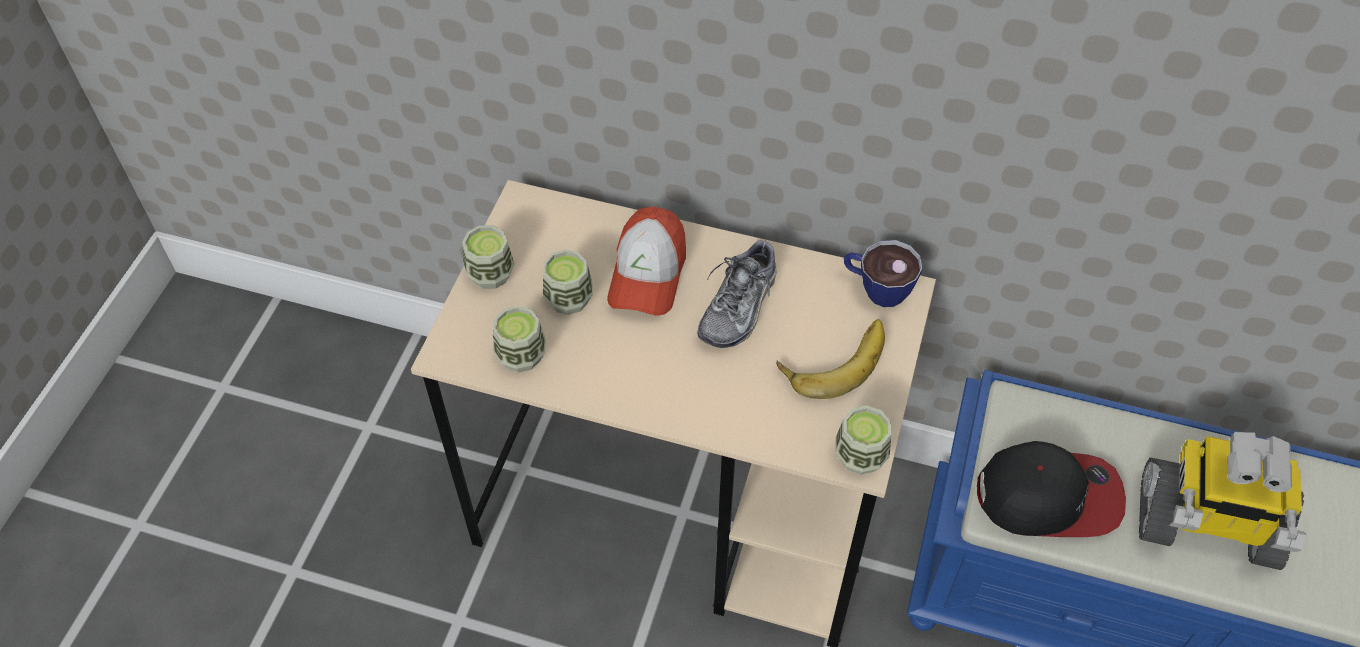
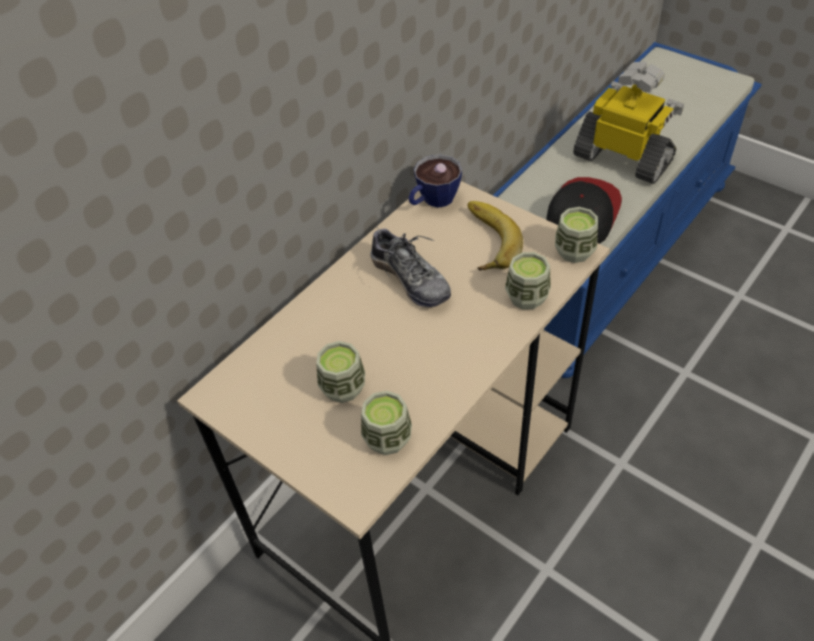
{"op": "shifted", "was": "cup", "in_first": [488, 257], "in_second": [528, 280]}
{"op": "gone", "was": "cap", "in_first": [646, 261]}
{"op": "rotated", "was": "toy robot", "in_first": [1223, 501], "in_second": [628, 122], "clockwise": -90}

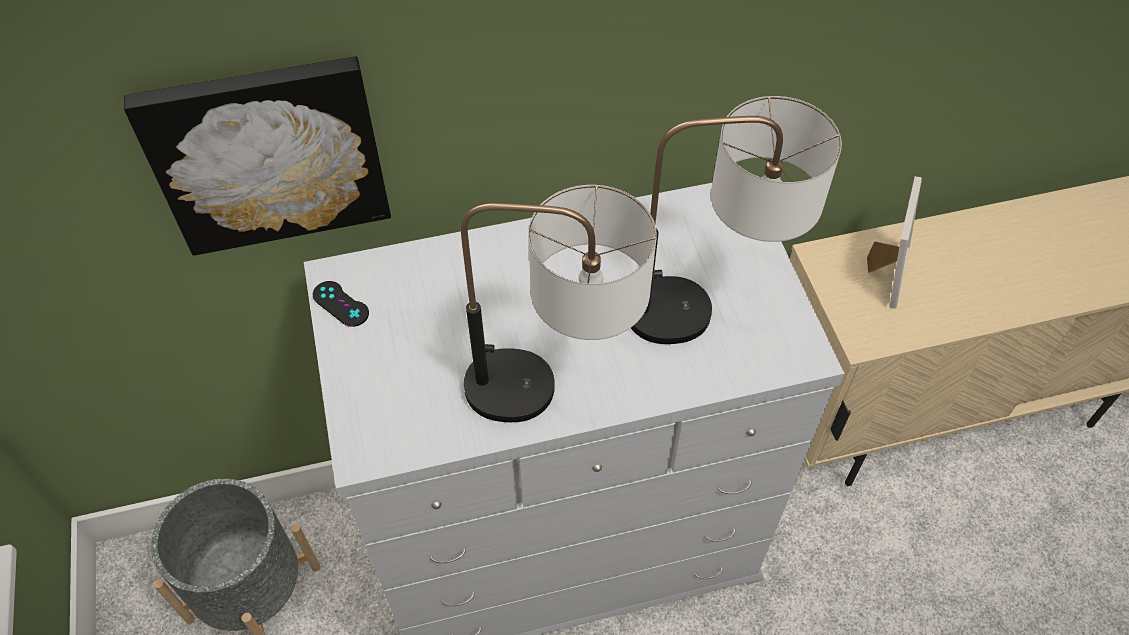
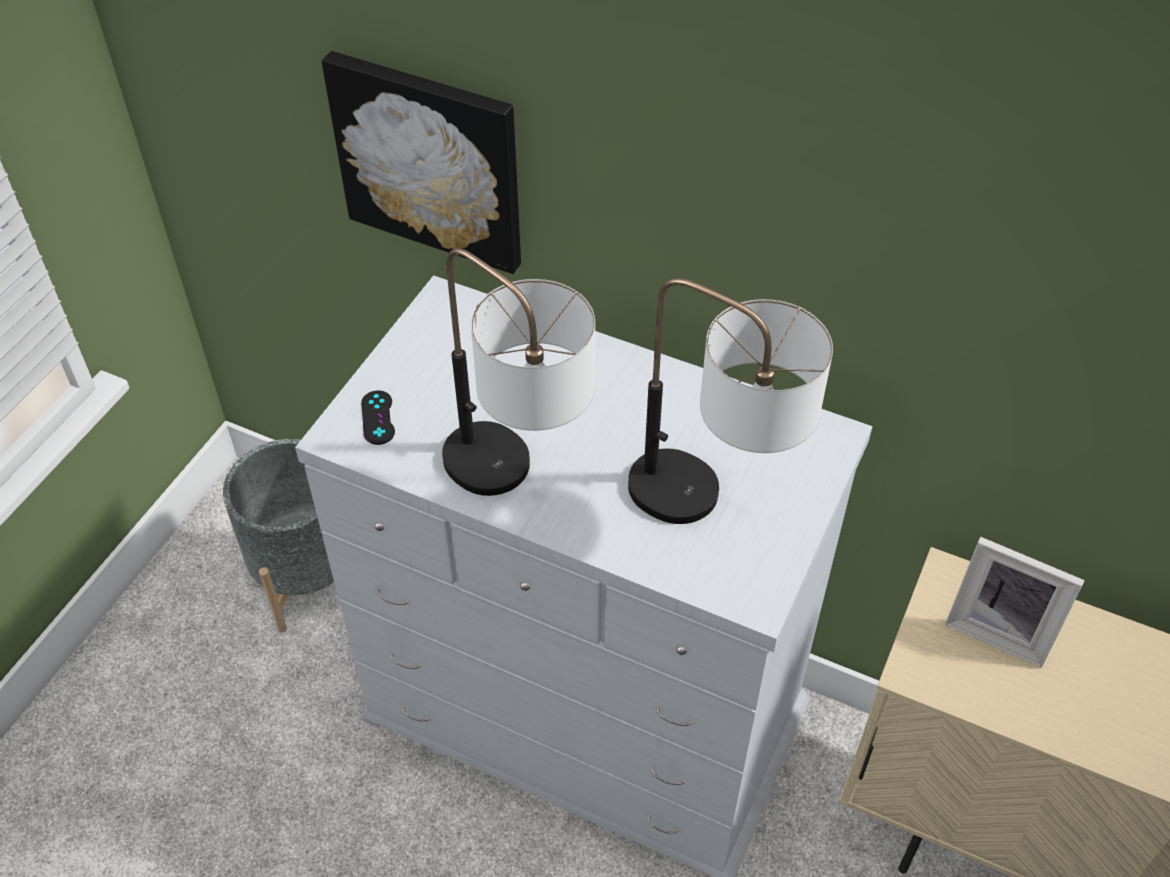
{"op": "shifted", "was": "black game controller", "in_first": [341, 304], "in_second": [378, 417]}
{"op": "rotated", "was": "picture frame", "in_first": [894, 242], "in_second": [1015, 602], "clockwise": 60}

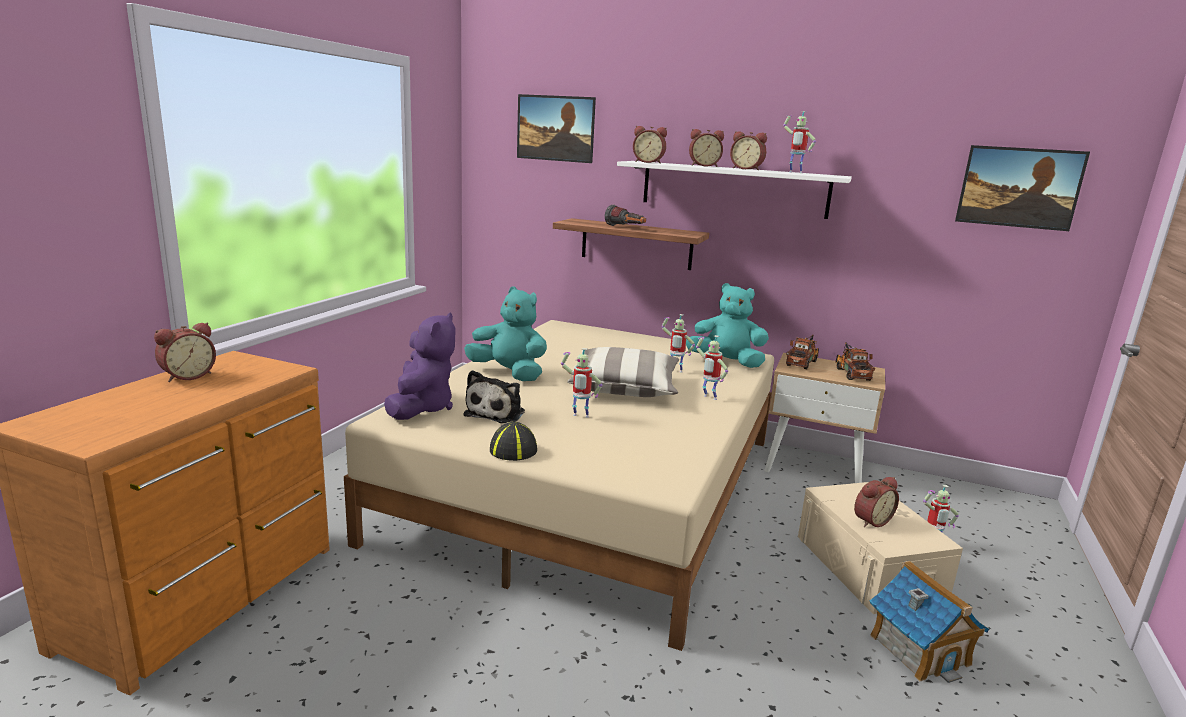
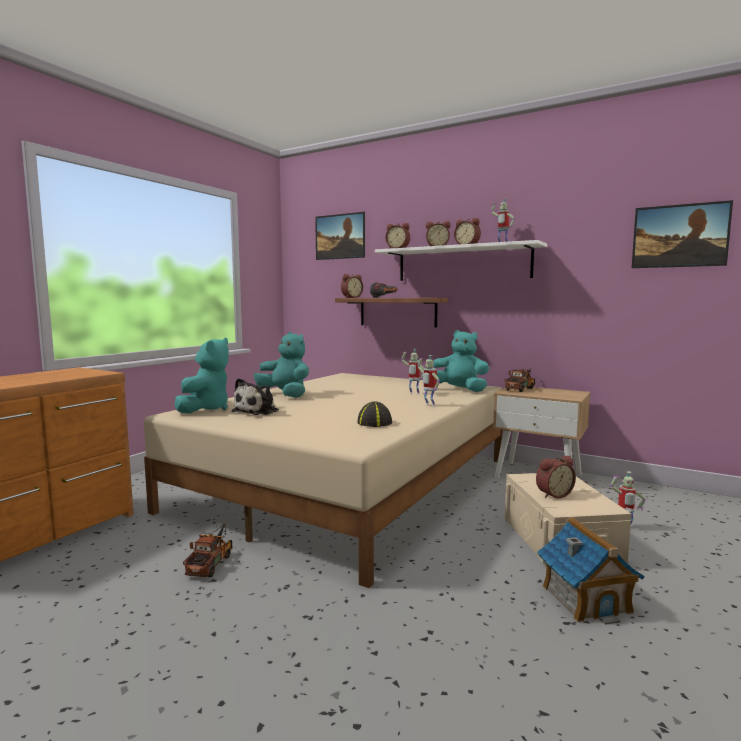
{"op": "shifted", "was": "alarm clock", "in_first": [185, 352], "in_second": [352, 286]}
{"op": "repainted", "was": "purple plush toy", "now": "turquoise plush toy", "in_first": [420, 366], "in_second": [202, 375]}
{"op": "shifted", "was": "cap", "in_first": [513, 441], "in_second": [374, 414]}
{"op": "gone", "was": "toy robot", "in_first": [581, 383]}
{"op": "gone", "was": "pillow", "in_first": [623, 372]}
{"op": "shifted", "was": "toy truck", "in_first": [855, 361], "in_second": [208, 549]}

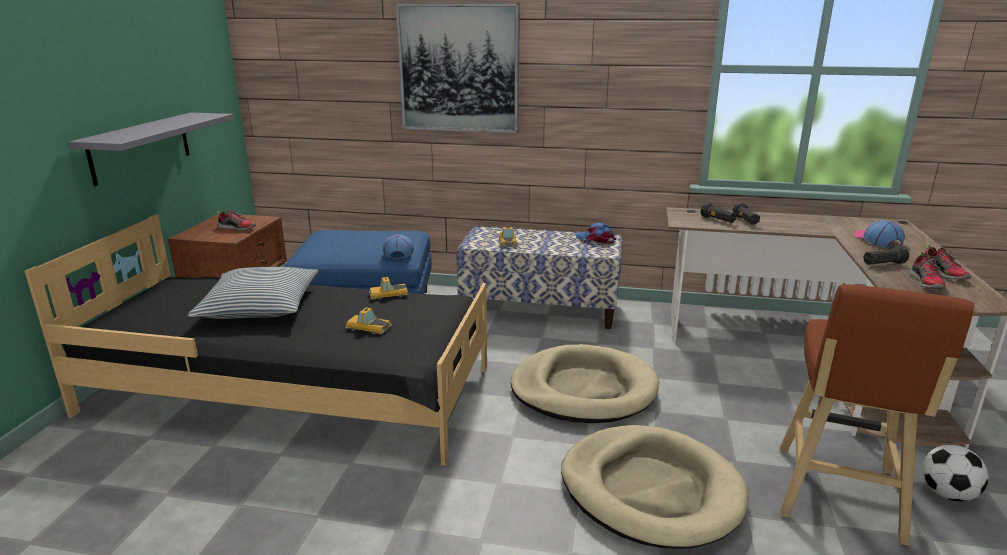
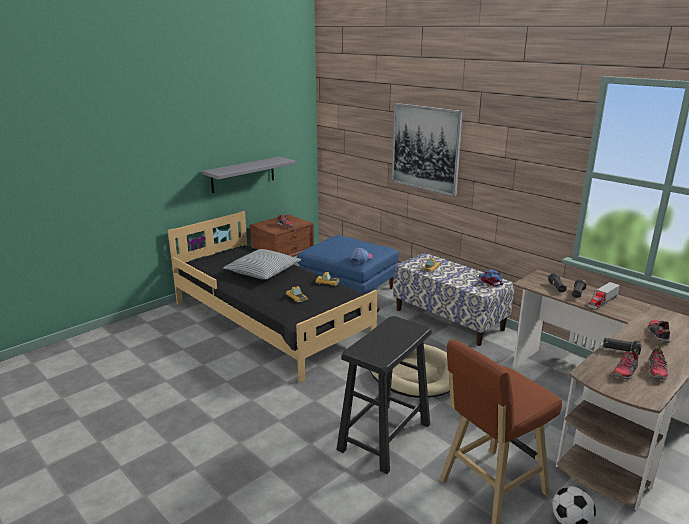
{"op": "swapped", "was": "beige dog bed", "now": "black stool", "in_first": [654, 487], "in_second": [384, 395]}
{"op": "swapped", "was": "cap", "now": "shoe", "in_first": [879, 234], "in_second": [658, 331]}
{"op": "new", "now": "toy truck", "in_second": [604, 295]}

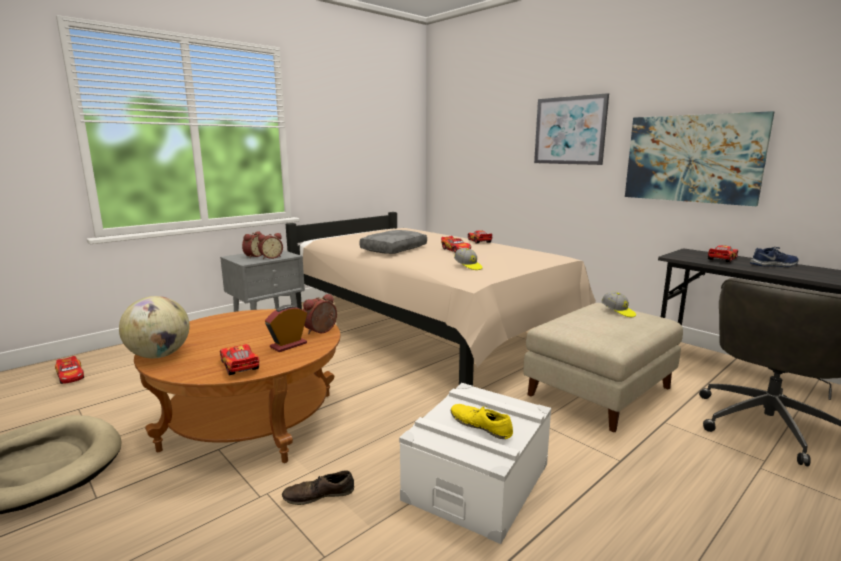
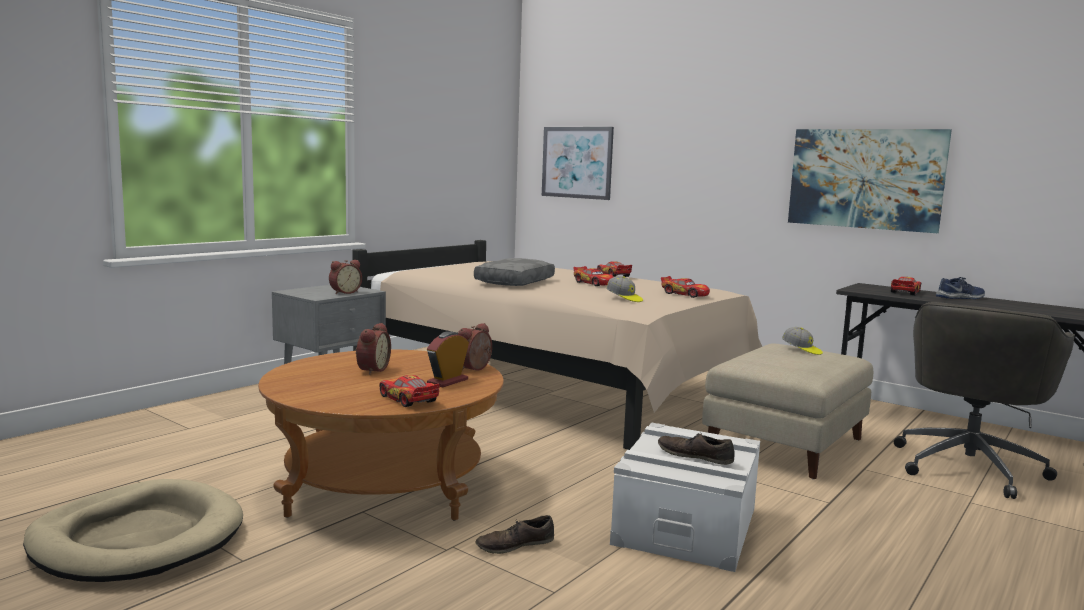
{"op": "shifted", "was": "toy car", "in_first": [69, 370], "in_second": [685, 287]}
{"op": "gone", "was": "globe", "in_first": [154, 327]}
{"op": "shifted", "was": "alarm clock", "in_first": [252, 244], "in_second": [373, 349]}
{"op": "repainted", "was": "yellow shoe", "now": "brown shoe", "in_first": [482, 421], "in_second": [696, 449]}
{"op": "shifted", "was": "picture", "in_first": [571, 129], "in_second": [578, 163]}

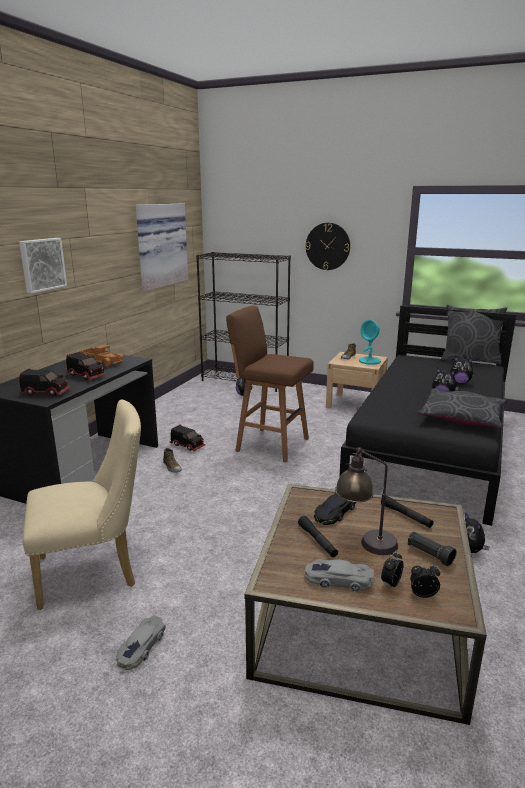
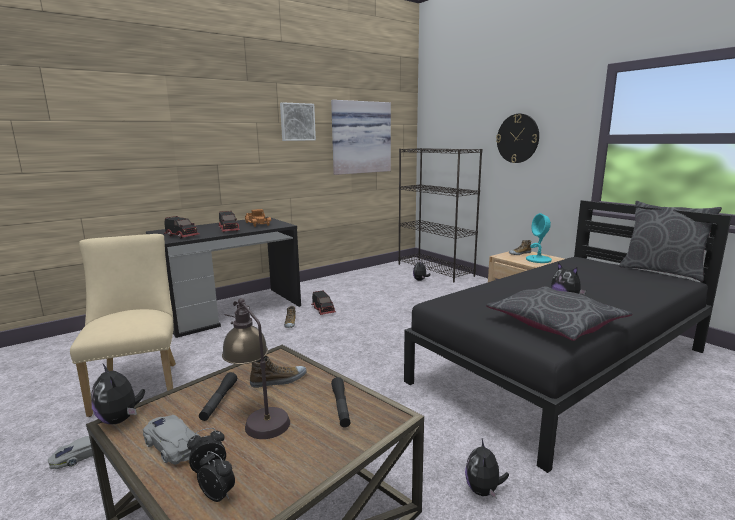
{"op": "shifted", "was": "picture", "in_first": [43, 266], "in_second": [298, 121]}
{"op": "rotated", "was": "beige chair", "in_first": [82, 504], "in_second": [123, 325], "clockwise": -120}
{"op": "gone", "was": "brown stool", "in_first": [269, 384]}
{"op": "swapped", "was": "black toy car", "now": "shoe", "in_first": [335, 508], "in_second": [278, 372]}
{"op": "gone", "was": "black flashlight", "in_first": [432, 548]}
{"op": "shifted", "was": "plush toy", "in_first": [462, 370], "in_second": [118, 394]}

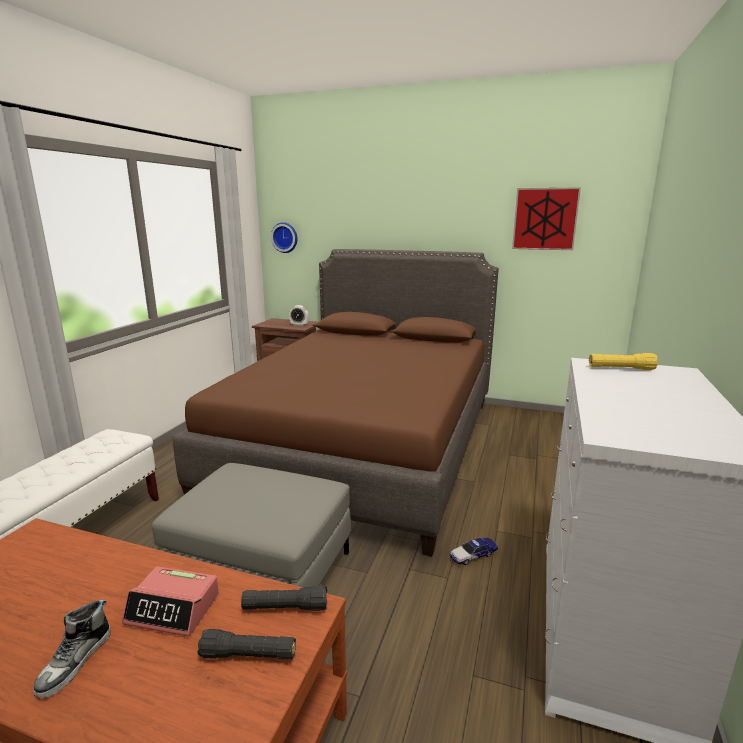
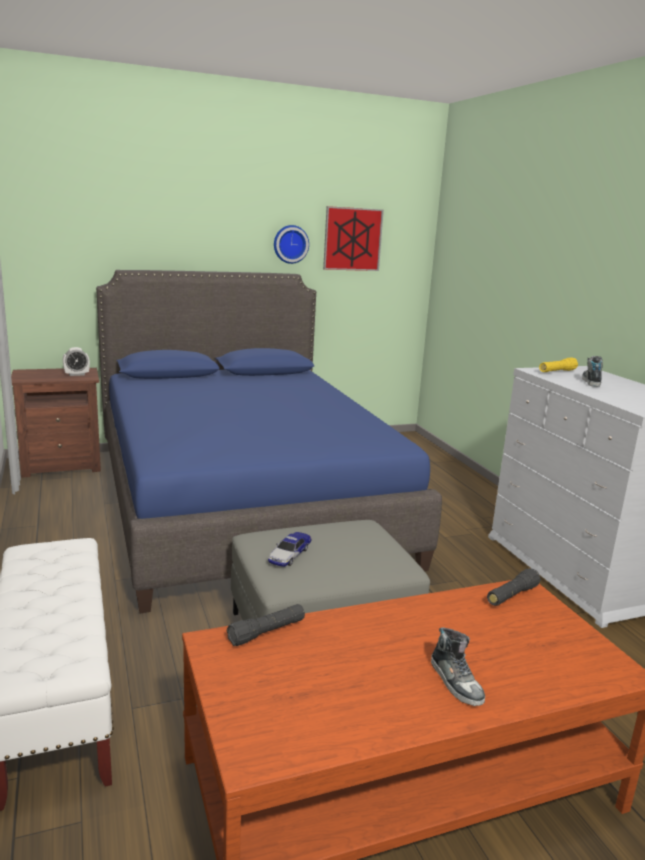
{"op": "gone", "was": "alarm clock", "in_first": [170, 601]}
{"op": "repainted", "was": "brown bed", "now": "blue bed", "in_first": [336, 402], "in_second": [269, 441]}
{"op": "shifted", "was": "black flashlight", "in_first": [247, 644], "in_second": [265, 625]}
{"op": "shifted", "was": "wall clock", "in_first": [284, 237], "in_second": [291, 244]}
{"op": "shifted", "was": "toy car", "in_first": [474, 551], "in_second": [290, 549]}
{"op": "new", "now": "shoe", "in_second": [592, 371]}

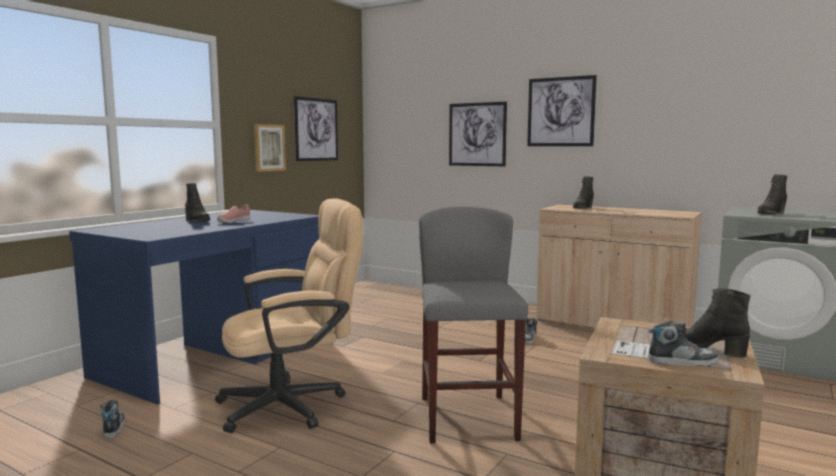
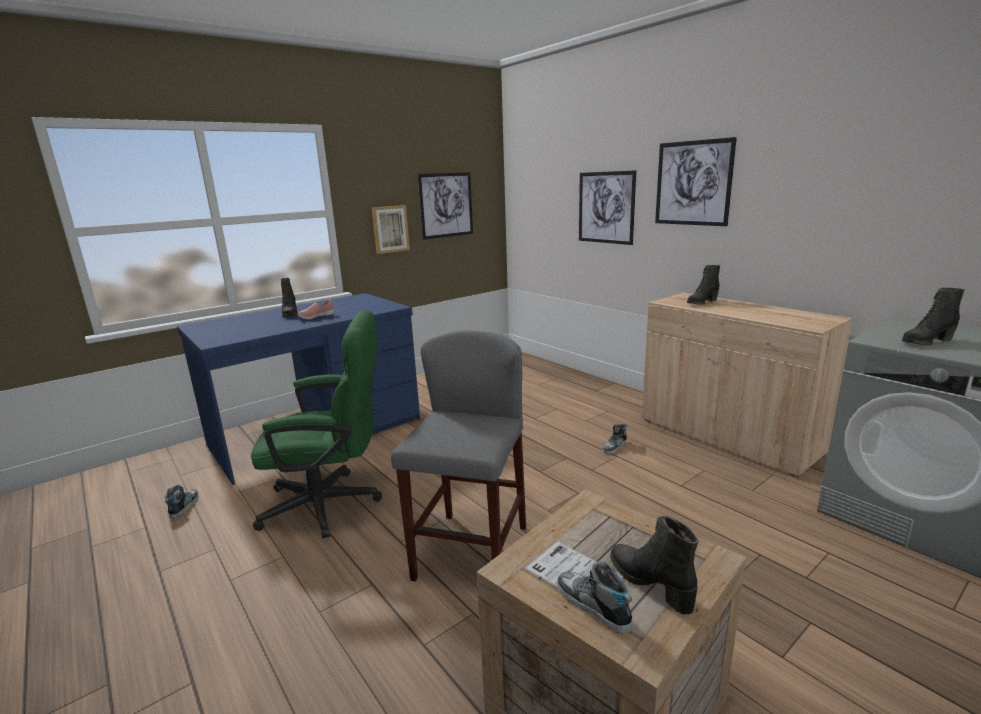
{"op": "repainted", "was": "beige office chair", "now": "green office chair", "in_first": [289, 315], "in_second": [316, 424]}
{"op": "rotated", "was": "shoe", "in_first": [683, 343], "in_second": [595, 598], "clockwise": -150}

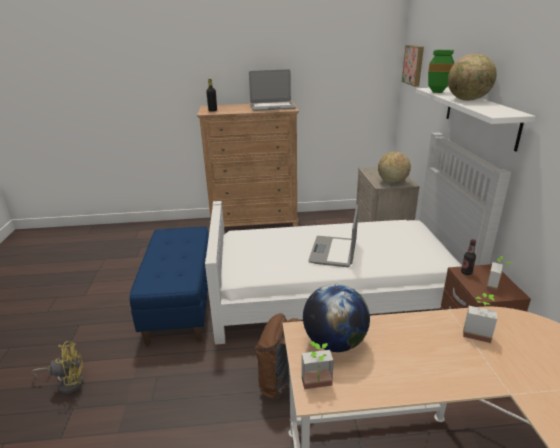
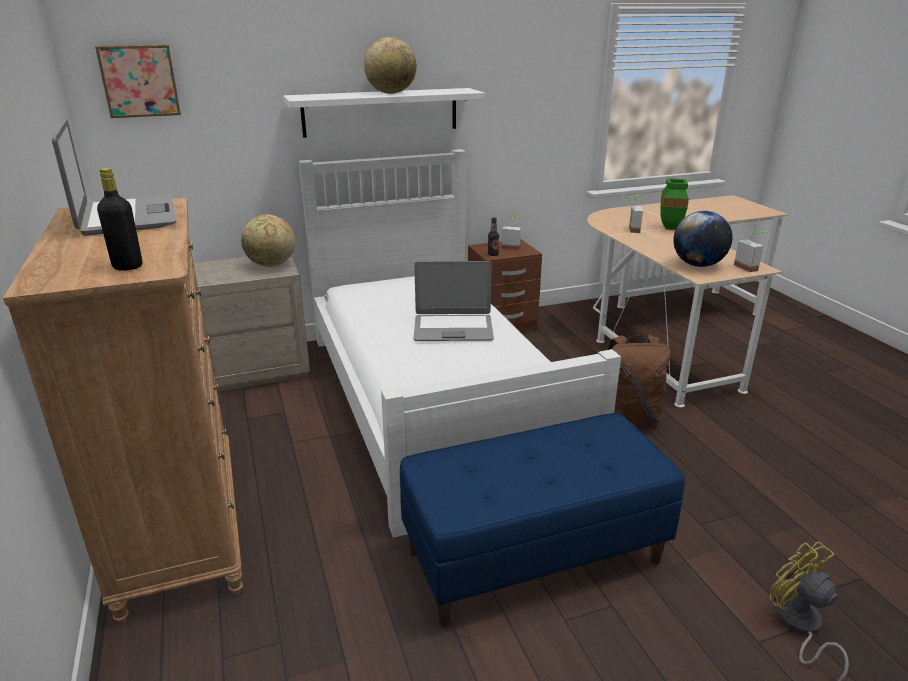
{"op": "shifted", "was": "green vase", "in_first": [441, 71], "in_second": [674, 204]}

